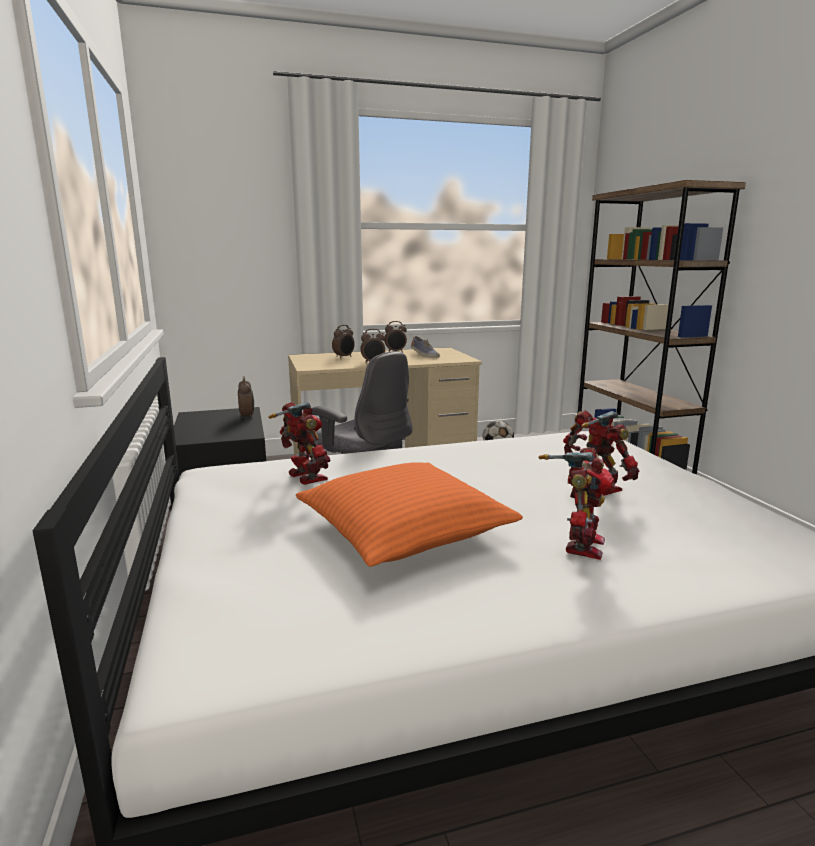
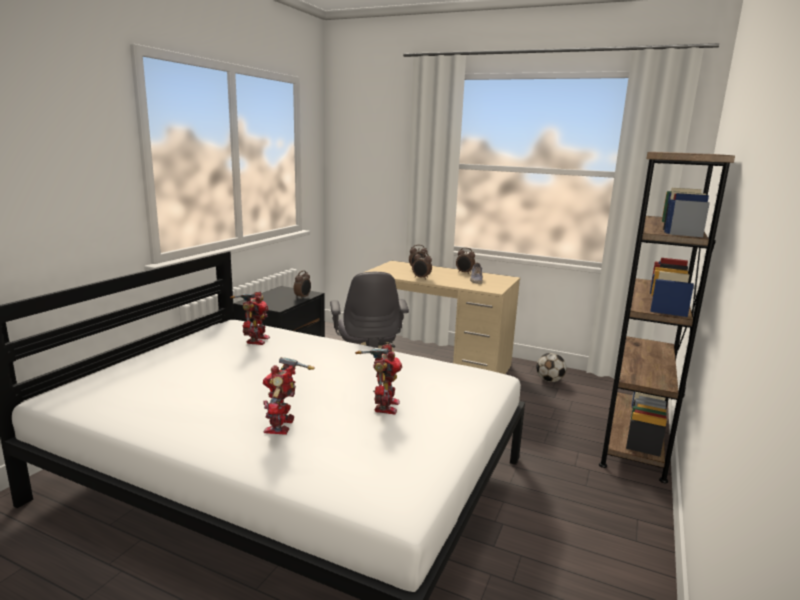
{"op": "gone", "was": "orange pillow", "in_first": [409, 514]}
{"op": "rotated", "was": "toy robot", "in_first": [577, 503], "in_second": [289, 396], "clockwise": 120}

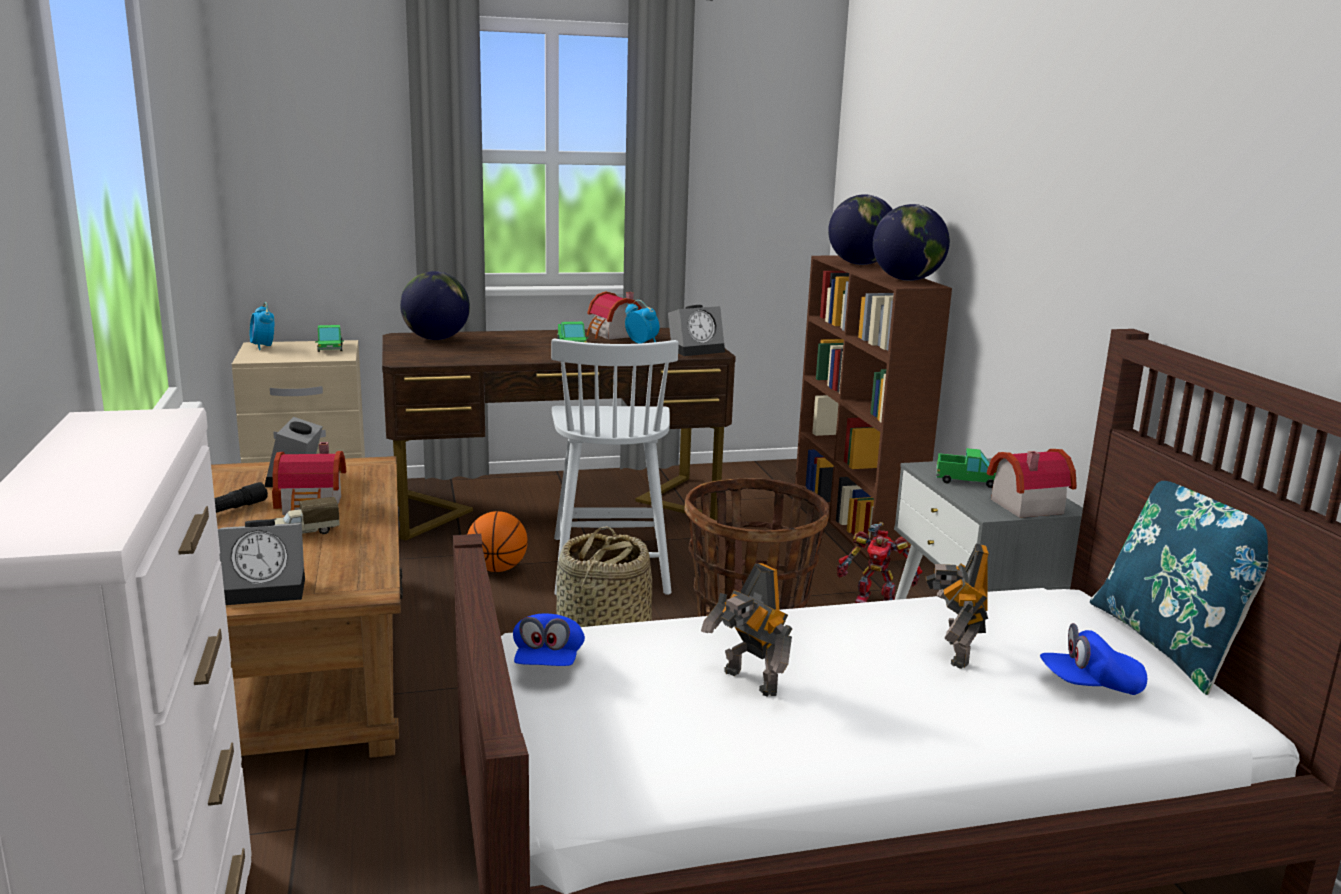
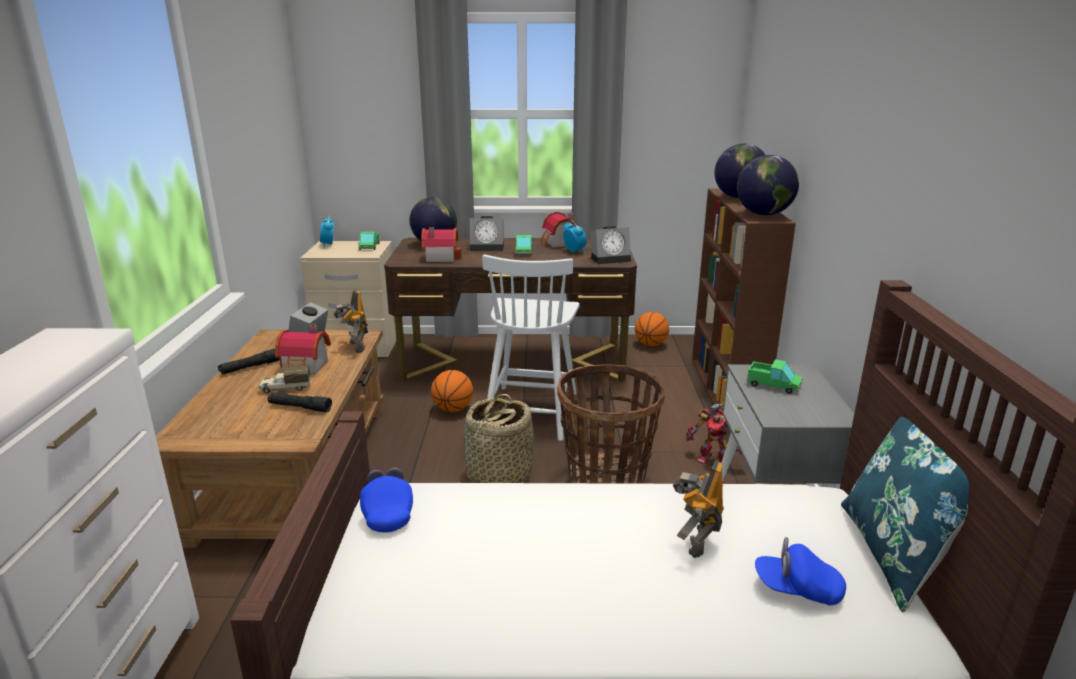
{"op": "shifted", "was": "alarm clock", "in_first": [261, 562], "in_second": [487, 233]}
{"op": "rotated", "was": "blue cap", "in_first": [549, 640], "in_second": [386, 500], "clockwise": 150}
{"op": "shifted", "was": "toy robot", "in_first": [746, 630], "in_second": [350, 322]}
{"op": "shifted", "was": "toy house", "in_first": [1032, 483], "in_second": [441, 244]}
{"op": "new", "now": "black flashlight", "in_second": [300, 402]}
{"op": "new", "now": "basketball", "in_second": [652, 329]}

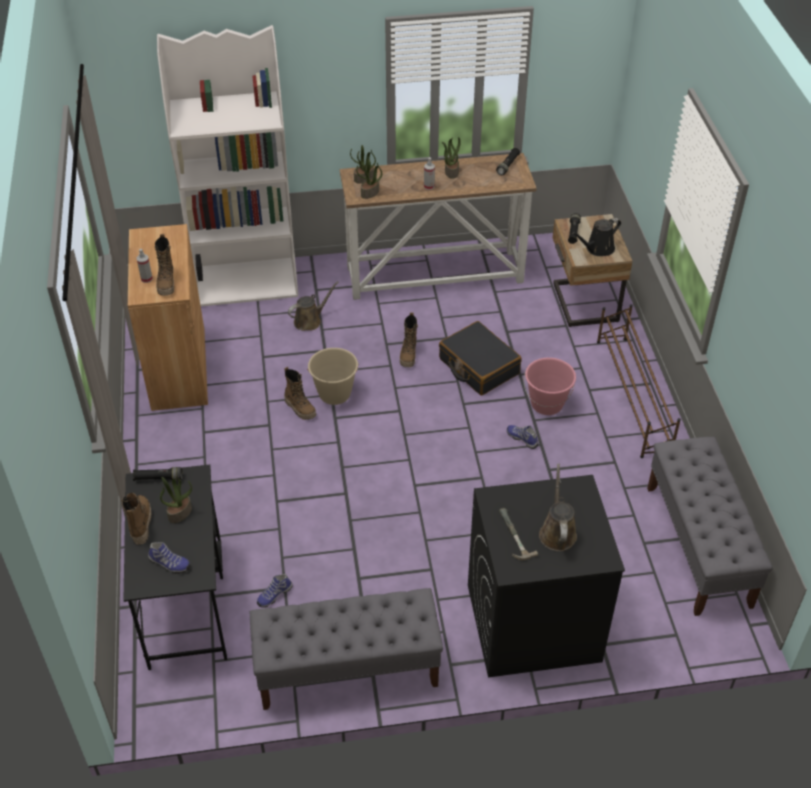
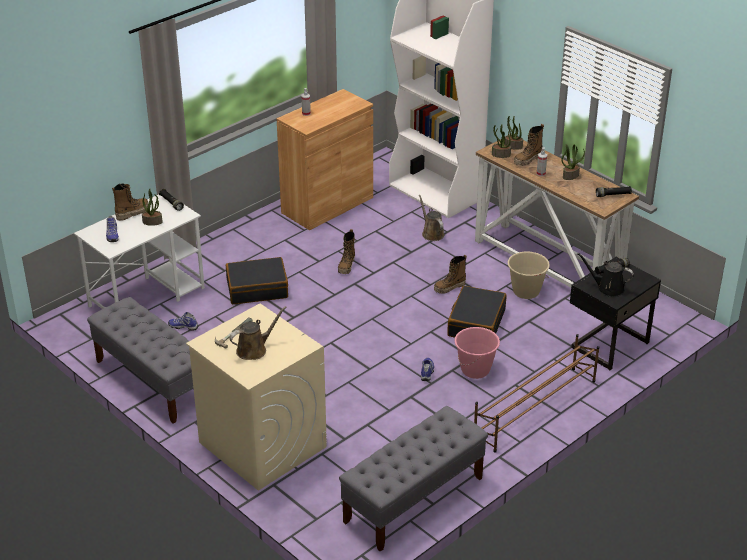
{"op": "repainted", "was": "black desk", "now": "white desk", "in_first": [175, 567], "in_second": [139, 251]}
{"op": "shifted", "was": "boot", "in_first": [164, 265], "in_second": [529, 145]}
{"op": "rotated", "was": "brown watering can", "in_first": [313, 306], "in_second": [431, 218], "clockwise": -135}
{"op": "shifted", "was": "beige bucket", "in_first": [333, 376], "in_second": [529, 275]}
{"op": "repainted", "was": "black washing machine", "now": "beige washing machine", "in_first": [546, 576], "in_second": [256, 397]}
{"op": "repainted", "was": "beige nightstand", "now": "black nightstand", "in_first": [592, 270], "in_second": [615, 313]}
{"op": "new", "now": "black suitcase", "in_second": [257, 280]}

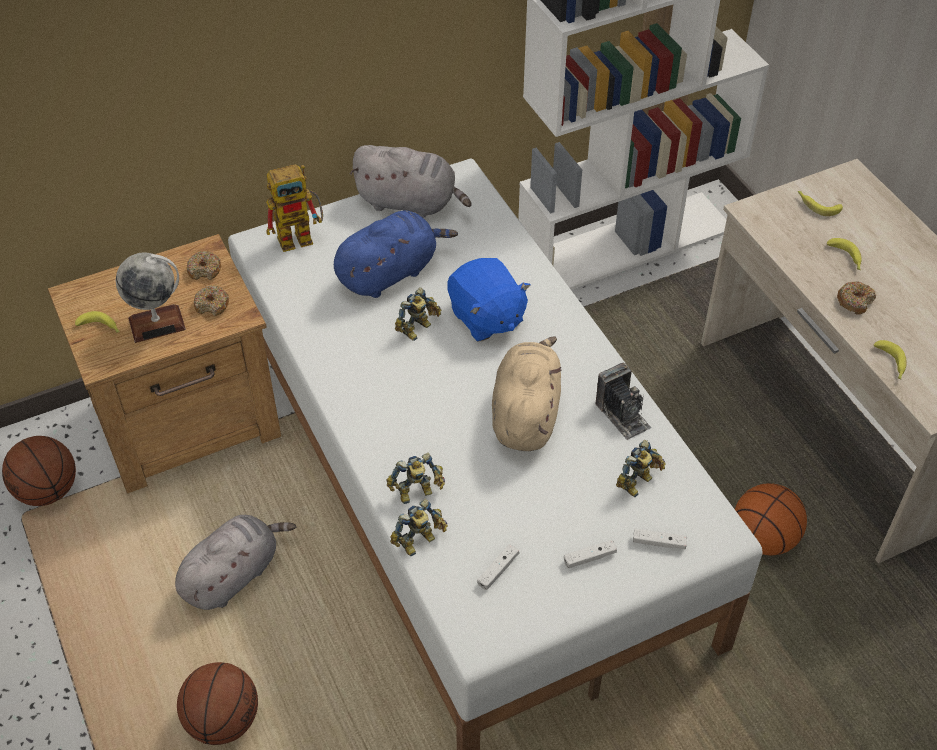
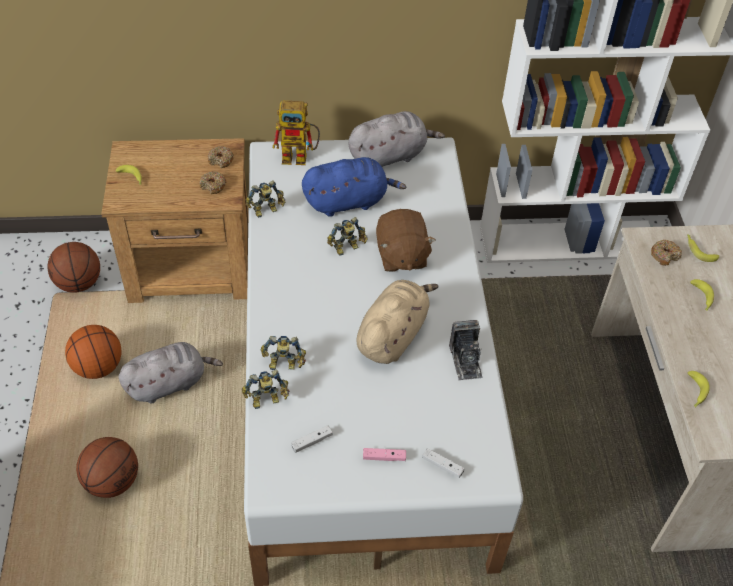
{"op": "gone", "was": "globe", "in_first": [151, 298]}
{"op": "rotated", "was": "grey plush toy", "in_first": [410, 181], "in_second": [396, 139], "clockwise": -60}
{"op": "repainted", "was": "blue plush toy", "now": "brown plush toy", "in_first": [488, 300], "in_second": [406, 240]}
{"op": "repainted", "was": "white game controller", "now": "pink game controller", "in_first": [590, 554], "in_second": [384, 454]}
{"op": "shifted", "was": "toy robot", "in_first": [641, 468], "in_second": [265, 199]}
{"op": "shifted", "was": "basketball", "in_first": [771, 519], "in_second": [93, 352]}
{"op": "shifted", "was": "donut", "in_first": [856, 298], "in_second": [666, 252]}

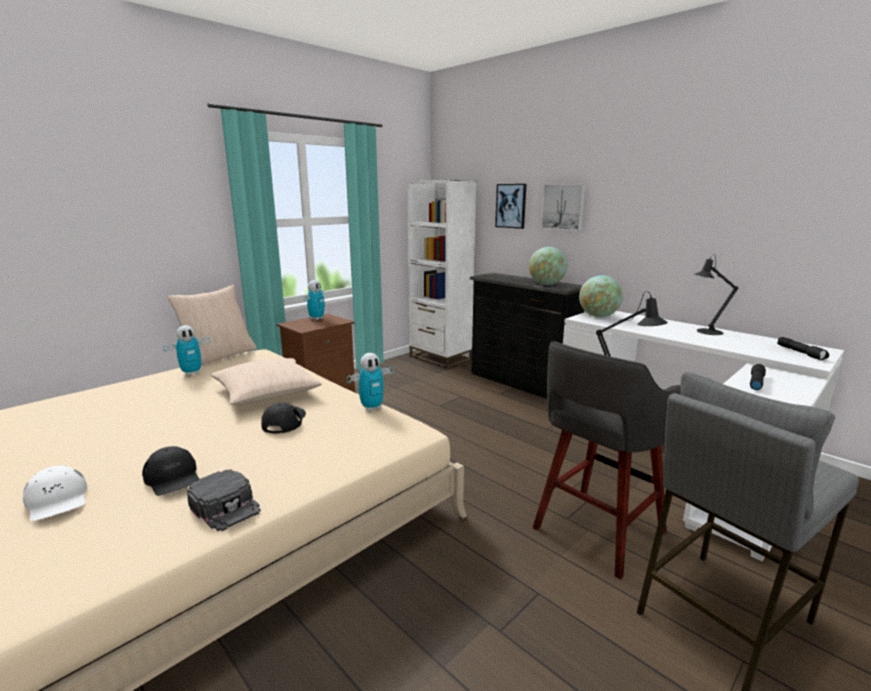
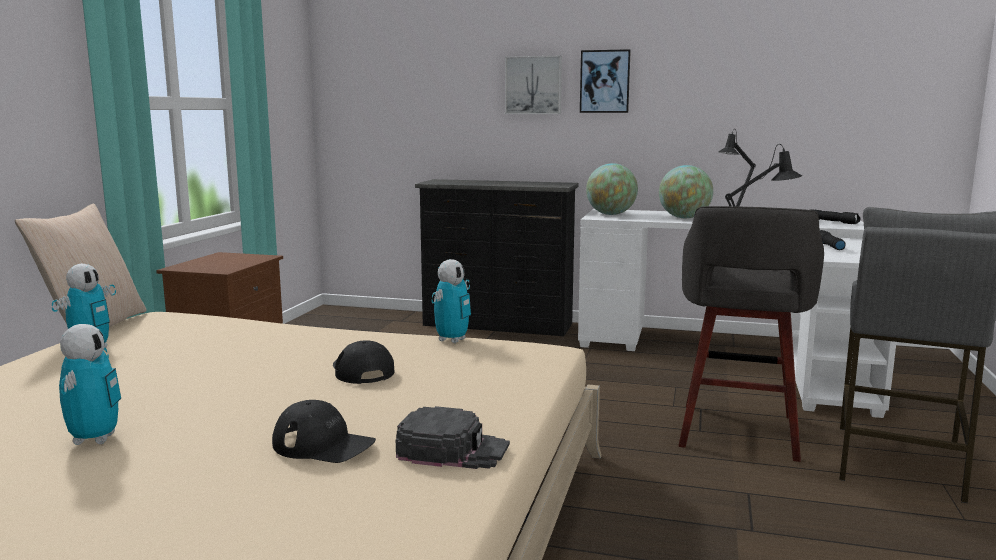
{"op": "gone", "was": "white cap", "in_first": [54, 493]}
{"op": "gone", "was": "beige pillow", "in_first": [266, 381]}
{"op": "shifted", "was": "toy robot", "in_first": [315, 300], "in_second": [90, 384]}
{"op": "gone", "was": "white bookcase", "in_first": [441, 274]}
{"op": "shifted", "was": "picture", "in_first": [510, 206], "in_second": [605, 81]}
{"op": "shifted", "was": "globe", "in_first": [548, 266], "in_second": [686, 191]}

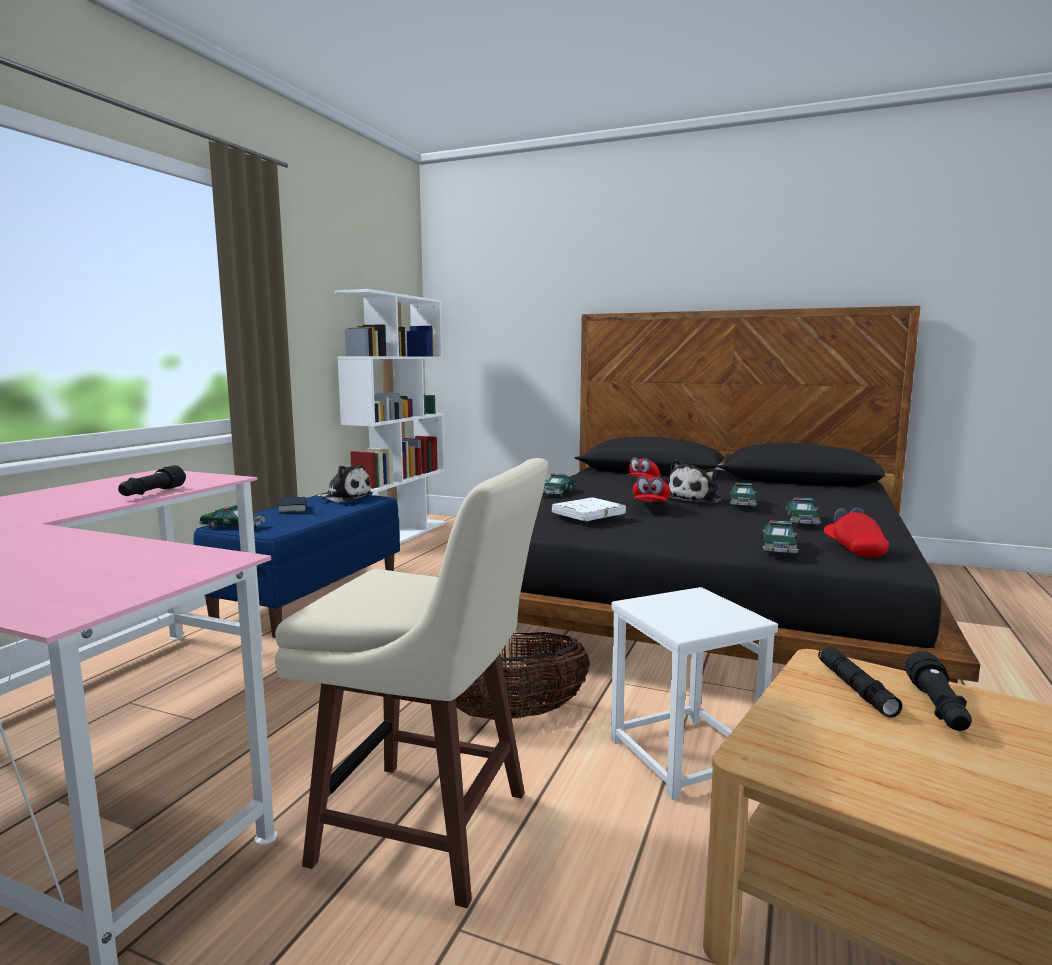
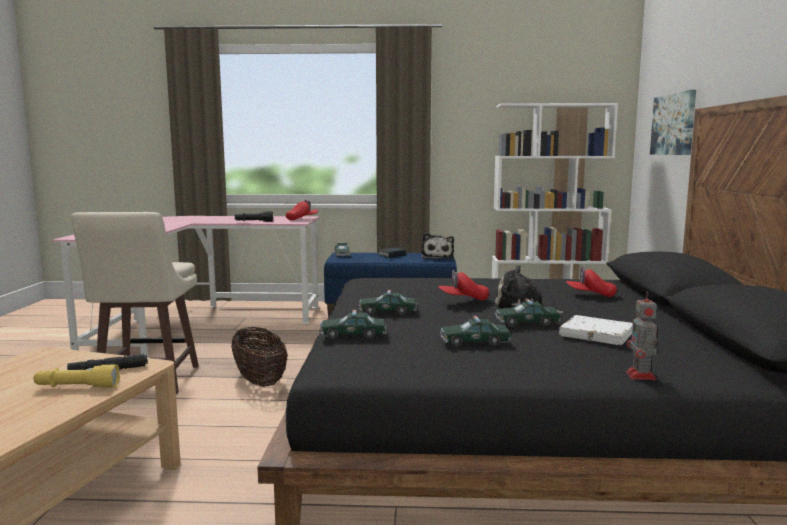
{"op": "shifted", "was": "toy car", "in_first": [559, 484], "in_second": [388, 302]}
{"op": "shifted", "was": "white book", "in_first": [589, 509], "in_second": [596, 330]}
{"op": "gone", "was": "white stool", "in_first": [694, 693]}
{"op": "shifted", "was": "red cap", "in_first": [856, 533], "in_second": [302, 210]}
{"op": "repainted", "was": "black flashlight", "now": "yellow flashlight", "in_first": [938, 691], "in_second": [76, 376]}
{"op": "new", "now": "toy robot", "in_second": [641, 335]}
{"op": "new", "now": "picture", "in_second": [673, 122]}

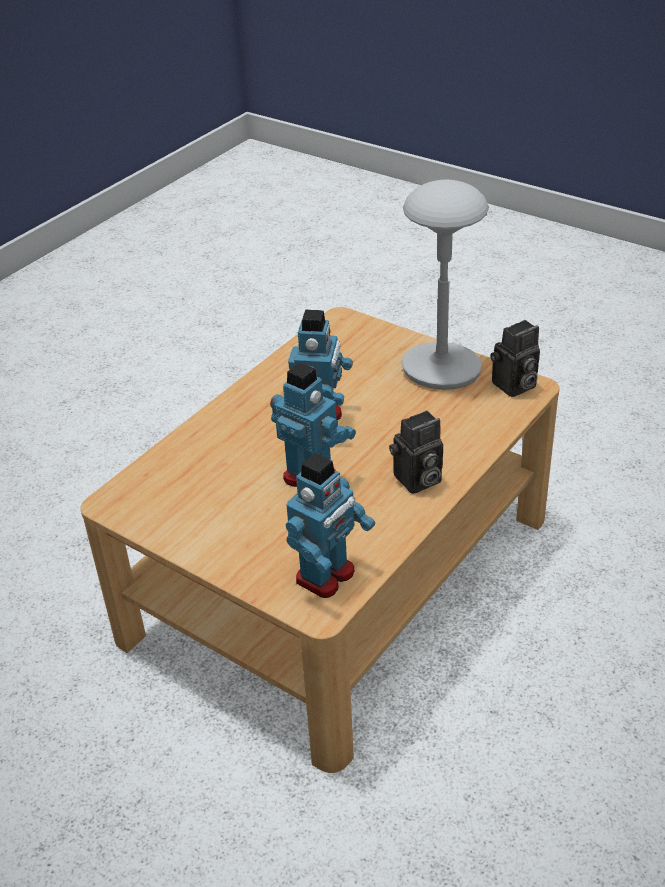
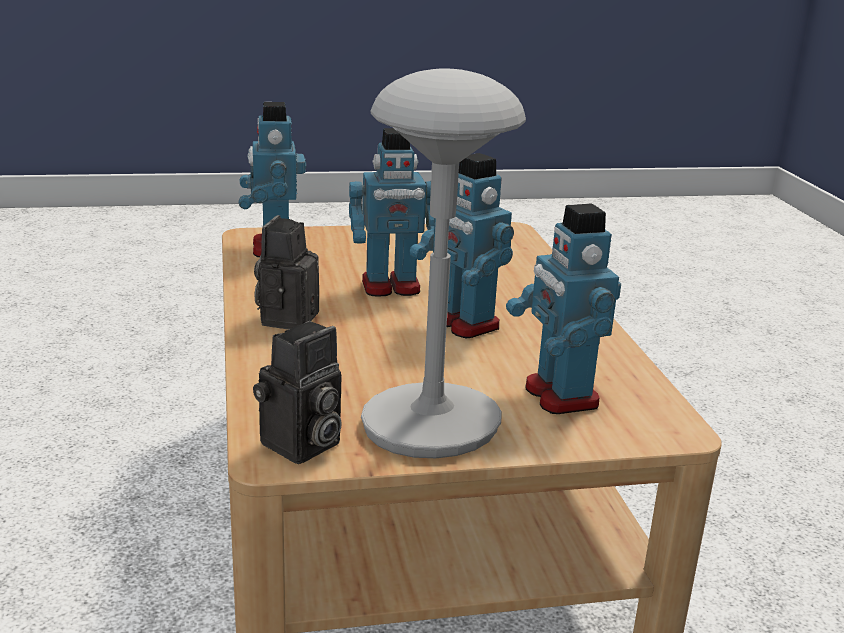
{"op": "rotated", "was": "photo camera", "in_first": [515, 358], "in_second": [297, 392], "clockwise": -150}
{"op": "new", "now": "toy robot", "in_second": [563, 309]}

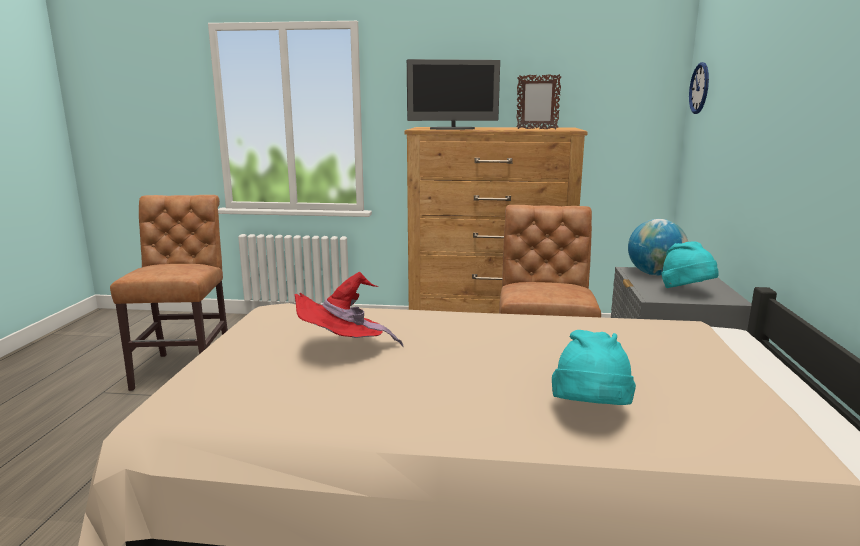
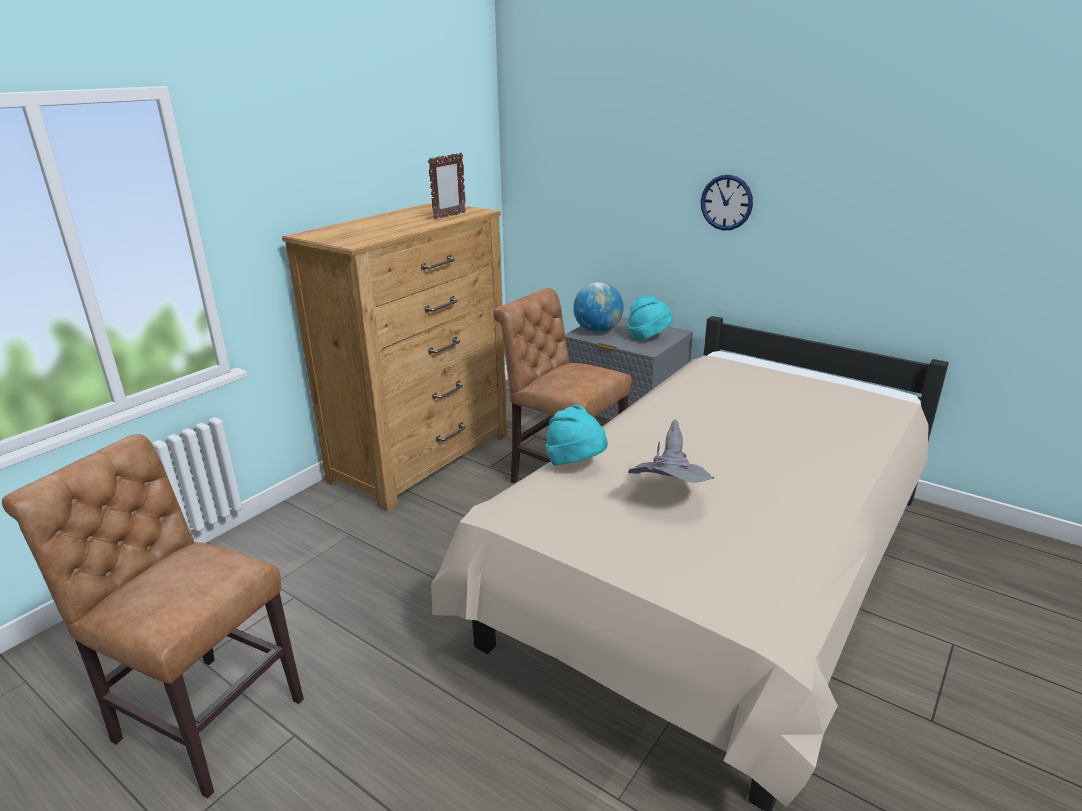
{"op": "repainted", "was": "red hat", "now": "grey hat", "in_first": [349, 309], "in_second": [671, 451]}
{"op": "gone", "was": "monitor", "in_first": [453, 94]}
{"op": "shifted", "was": "turquoise hat", "in_first": [594, 367], "in_second": [577, 435]}
{"op": "shifted", "was": "wall clock", "in_first": [699, 88], "in_second": [727, 202]}

